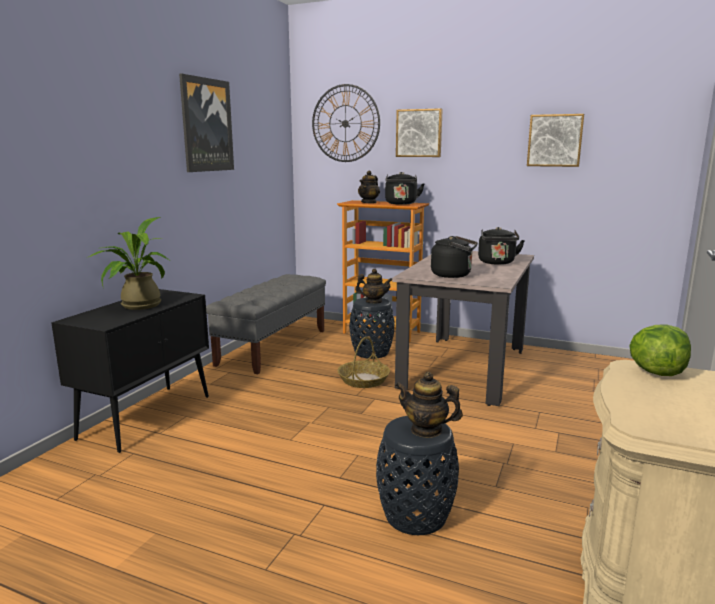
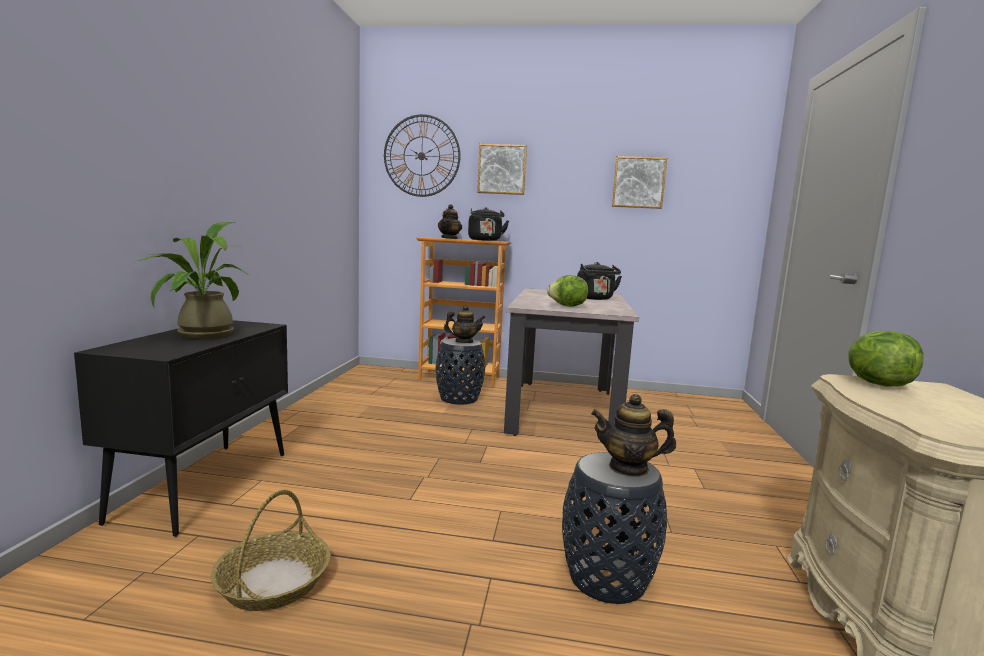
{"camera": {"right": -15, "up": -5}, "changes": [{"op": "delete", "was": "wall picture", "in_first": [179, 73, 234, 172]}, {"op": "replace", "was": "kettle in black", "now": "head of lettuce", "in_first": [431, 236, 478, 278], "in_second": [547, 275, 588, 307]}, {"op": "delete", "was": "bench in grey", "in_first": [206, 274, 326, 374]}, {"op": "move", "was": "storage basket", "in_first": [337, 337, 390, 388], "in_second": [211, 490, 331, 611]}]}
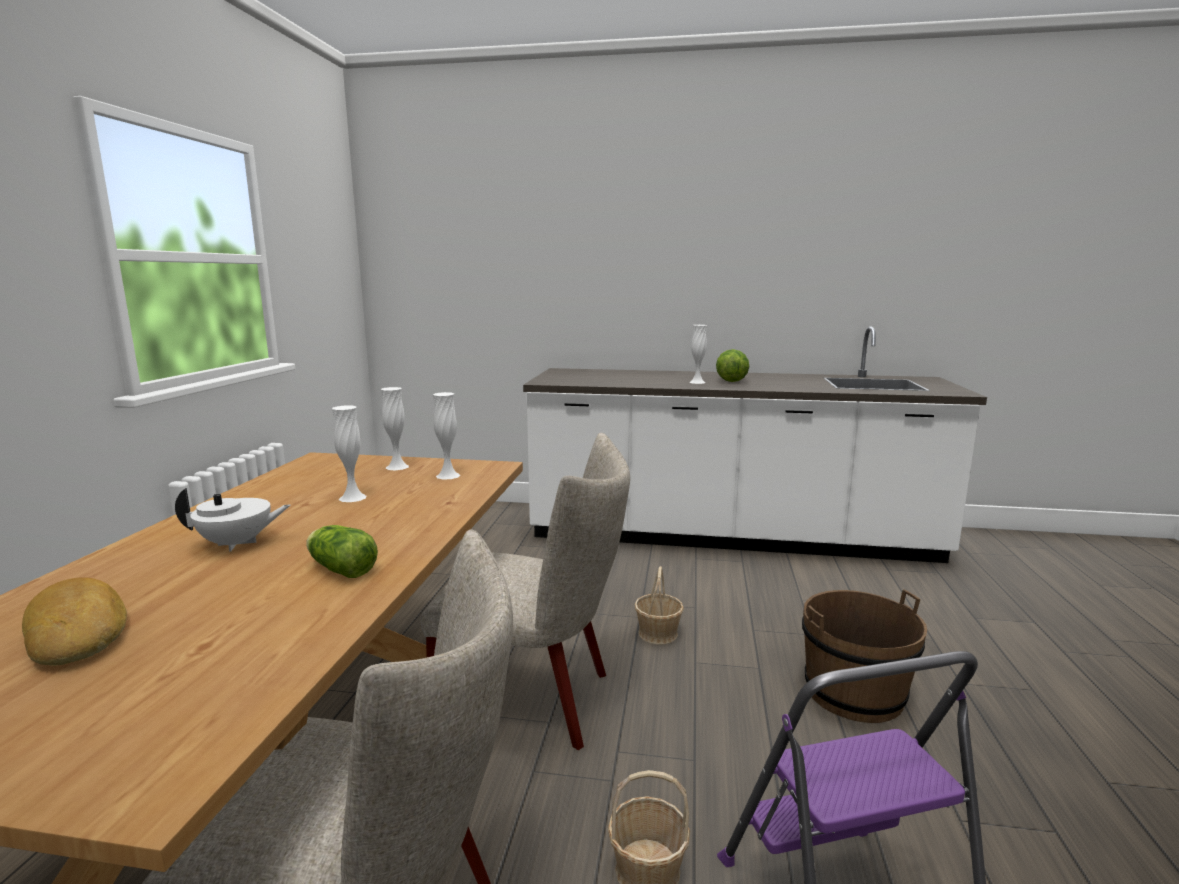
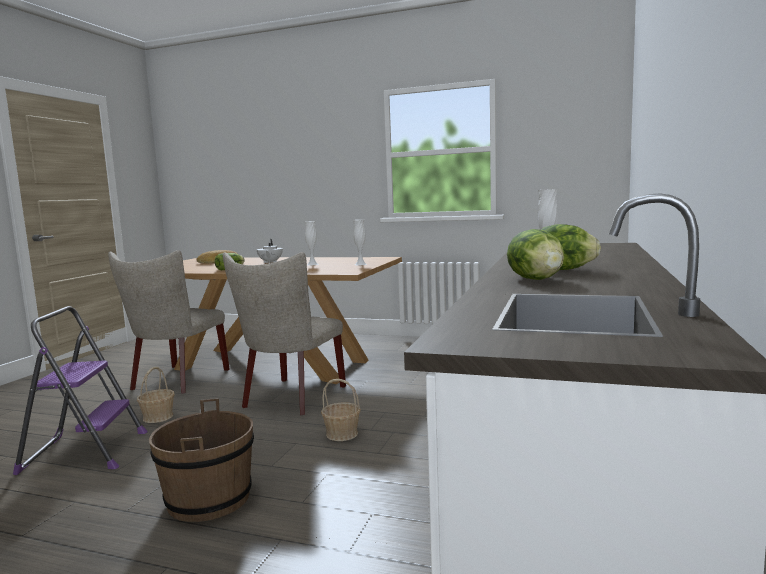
{"camera": {"right": 100, "up": -5}, "changes": [{"op": "delete", "was": "flower vase in white-coloured", "in_first": [433, 392, 461, 480]}, {"op": "insert", "now": "head of lettuce", "in_second": [507, 229, 564, 280]}]}
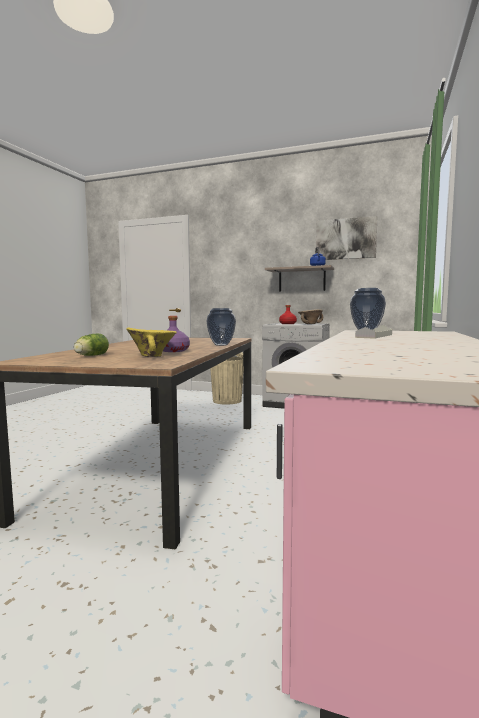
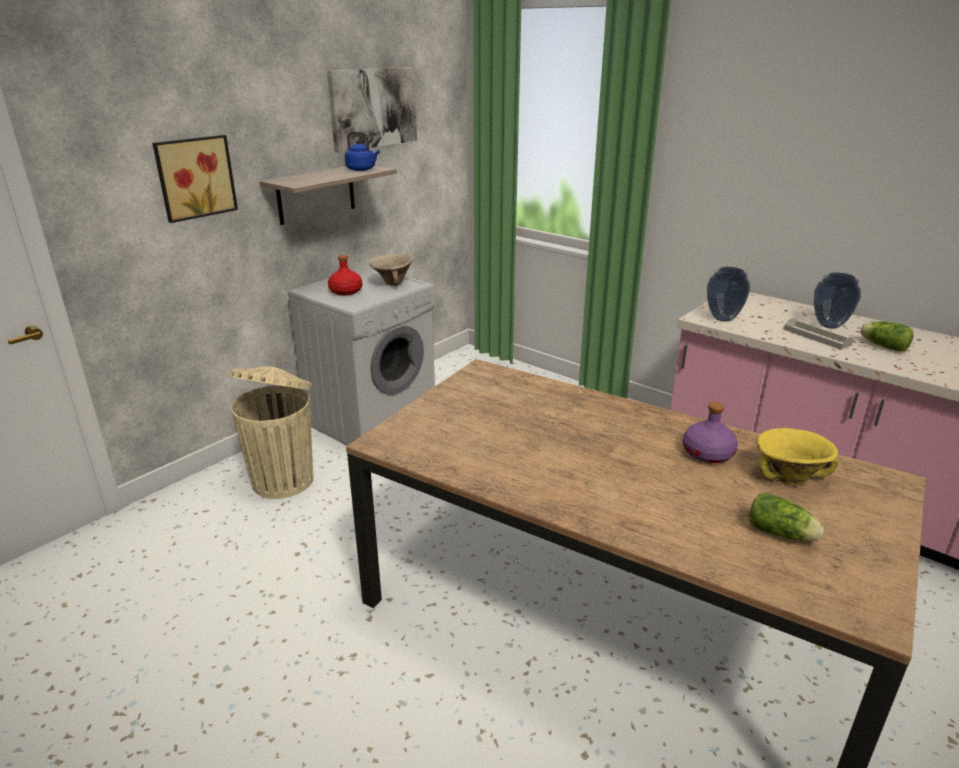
{"camera": {"right": -70, "up": 20}, "changes": [{"op": "move", "was": "flower vase", "in_first": [206, 308, 236, 346], "in_second": [814, 273, 861, 328]}, {"op": "insert", "now": "wall picture", "in_second": [152, 135, 238, 223]}, {"op": "insert", "now": "head of lettuce", "in_second": [860, 321, 913, 352]}]}
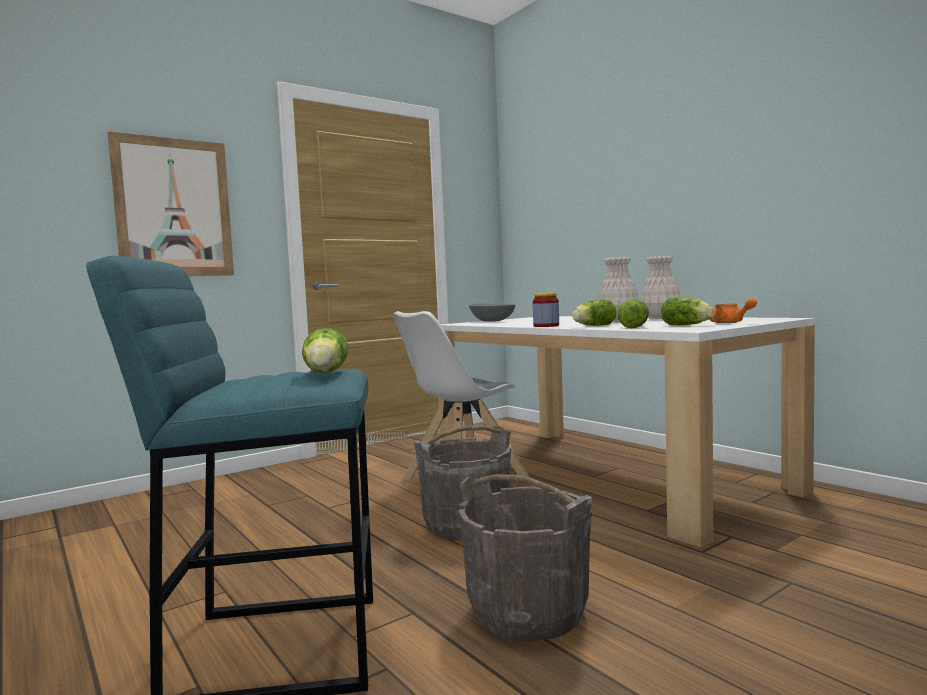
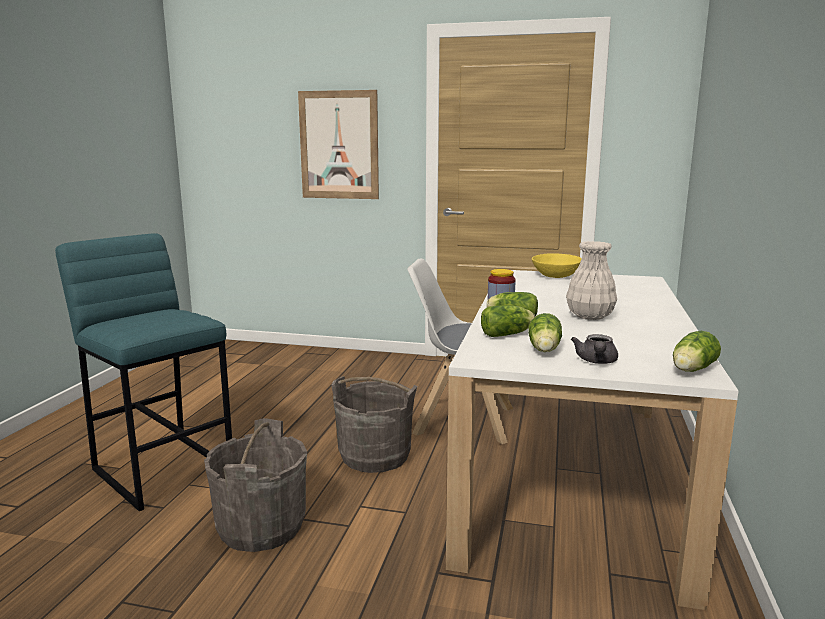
{"camera": {"right": 50, "up": 10}, "changes": [{"op": "delete", "was": "flower vase in white-coloured", "in_first": [640, 256, 681, 319]}, {"op": "recolor", "was": "teapot in orange", "now": "teapot in grey", "in_first": [710, 298, 757, 323], "in_second": [571, 334, 618, 364]}, {"op": "recolor", "was": "bowl in grey", "now": "bowl in yellow", "in_first": [469, 303, 516, 322], "in_second": [532, 253, 582, 278]}, {"op": "move", "was": "head of lettuce", "in_first": [302, 328, 348, 373], "in_second": [673, 331, 721, 372]}]}
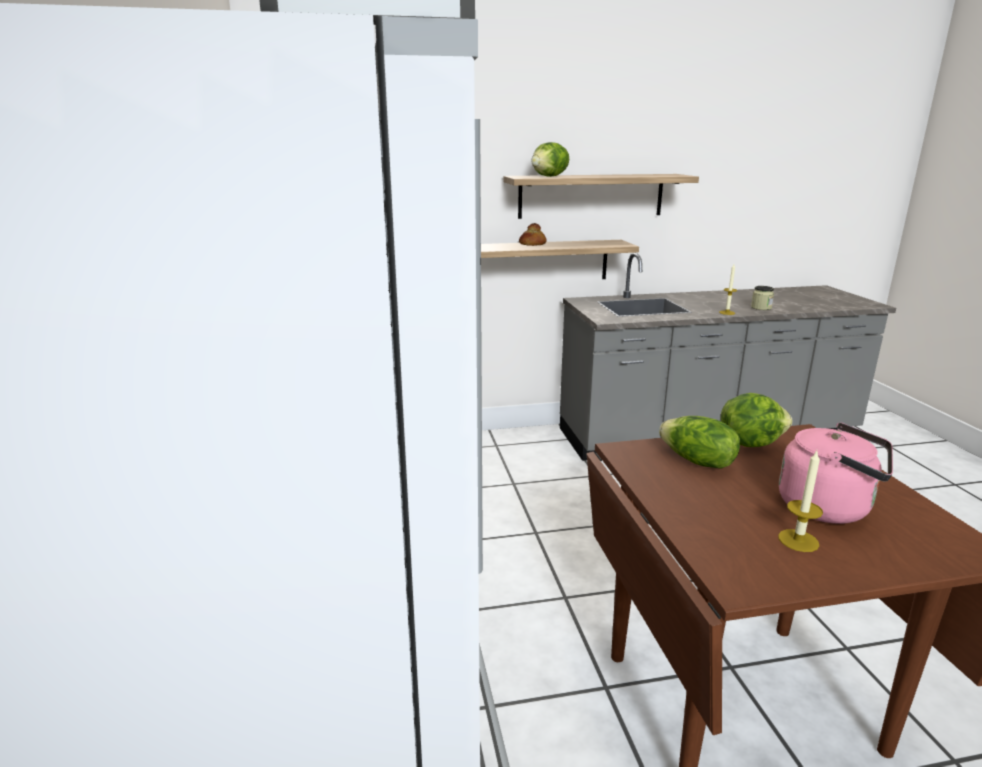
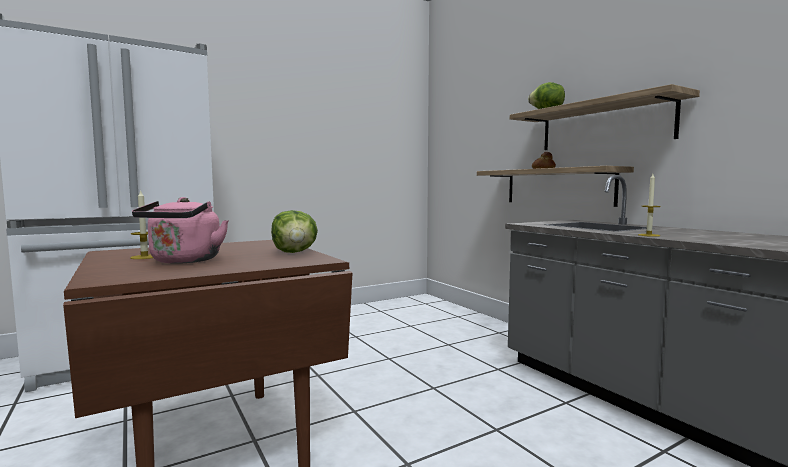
{"camera": {"right": 70, "up": -15}, "changes": [{"op": "delete", "was": "storage jar", "in_first": [751, 286, 774, 310]}, {"op": "delete", "was": "head of lettuce", "in_first": [659, 416, 740, 469]}]}
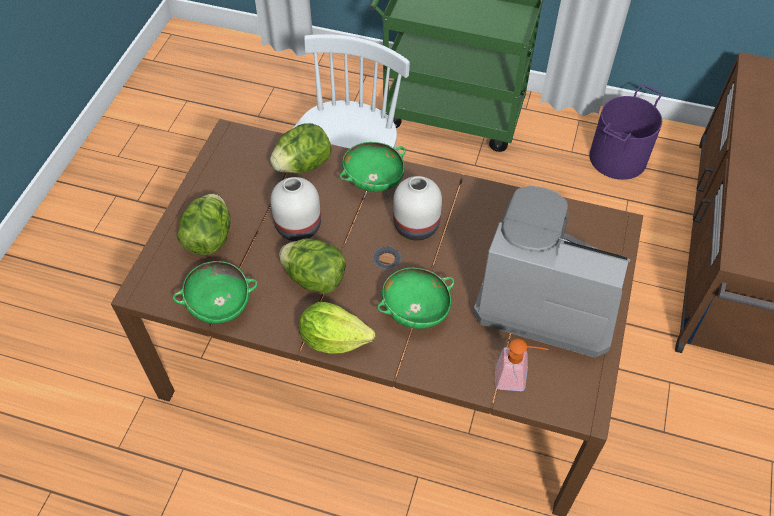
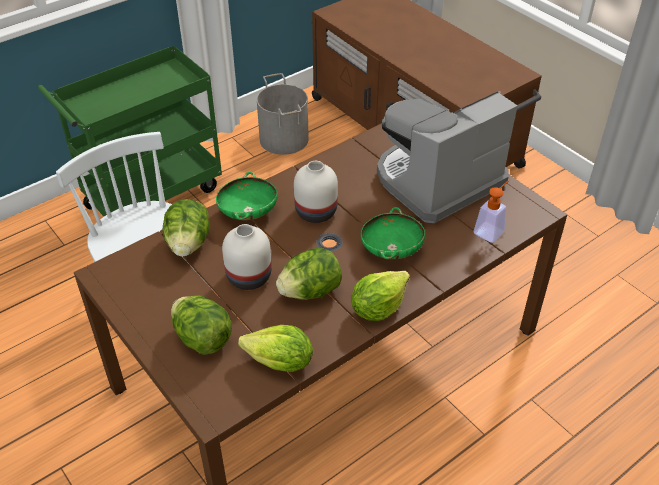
{"camera": {"right": -55, "up": -10}, "changes": [{"op": "recolor", "was": "pail in purple-coloured", "now": "pail in grey", "in_first": [589, 84, 663, 180], "in_second": [257, 73, 309, 155]}, {"op": "replace", "was": "bowl in greenish", "now": "head of lettuce", "in_first": [173, 261, 258, 324], "in_second": [238, 325, 313, 372]}]}
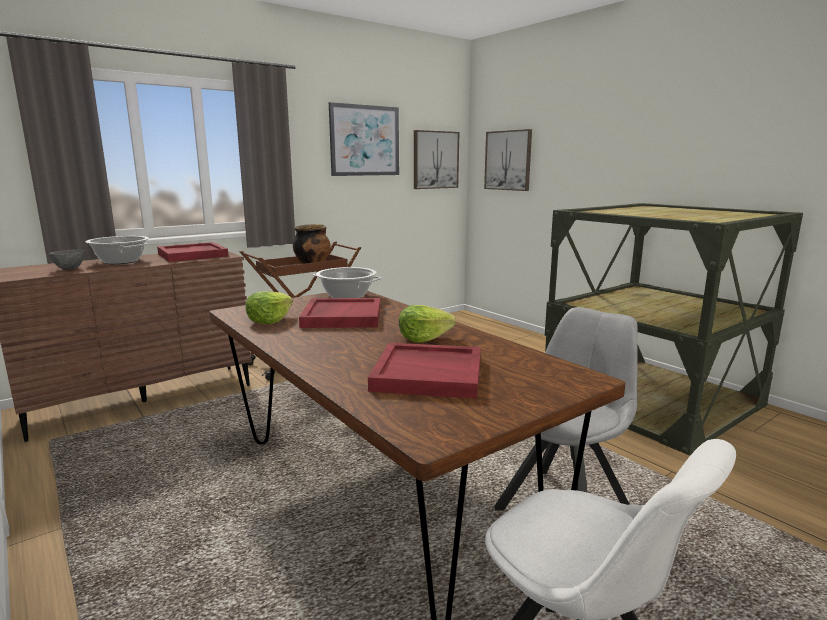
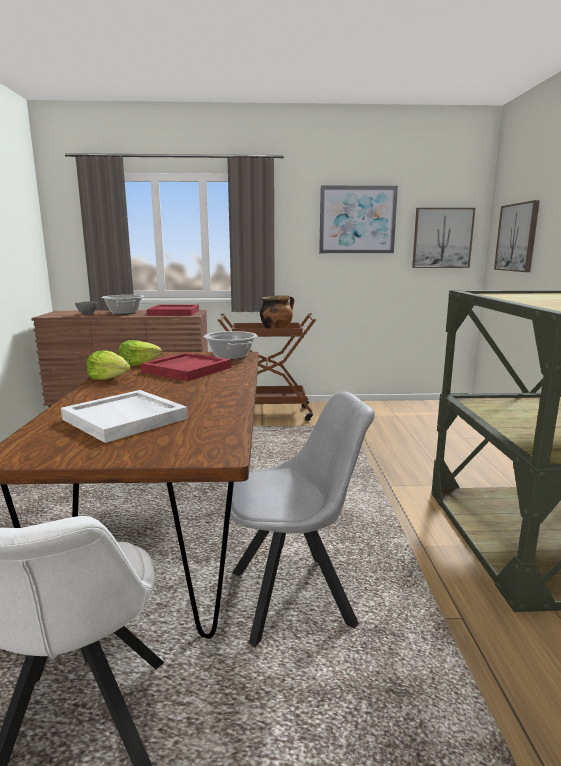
{"camera": {"right": 35, "up": 0}, "changes": [{"op": "move", "was": "head of lettuce", "in_first": [399, 305, 456, 342], "in_second": [87, 350, 130, 380]}, {"op": "recolor", "was": "tray in red", "now": "tray in white-coloured", "in_first": [368, 343, 481, 399], "in_second": [61, 390, 188, 443]}]}
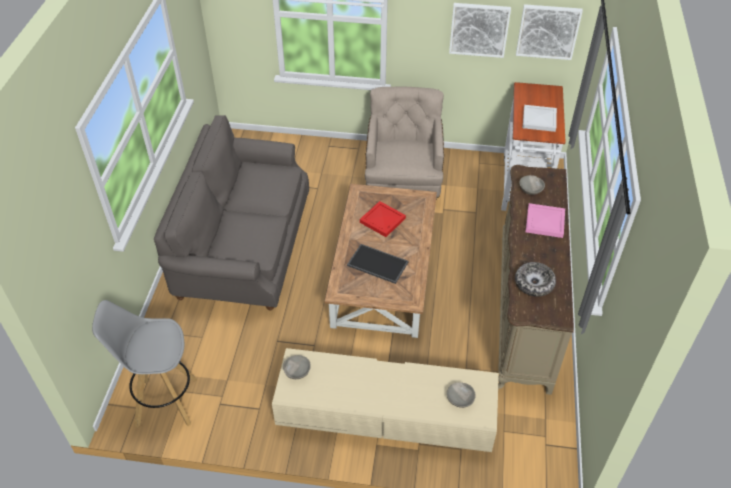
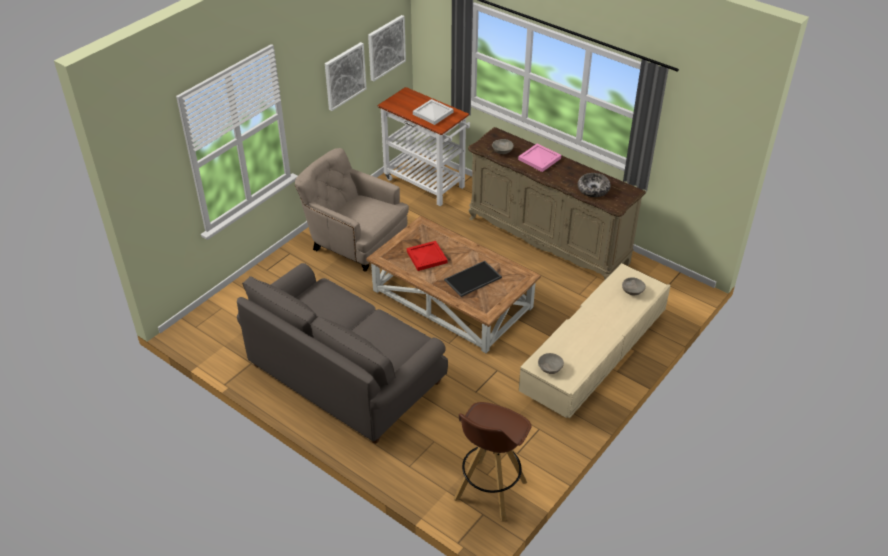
{"camera": {"right": -60, "up": -5}, "changes": [{"op": "recolor", "was": "stool seat in grey", "now": "stool seat in brown-coloured", "in_first": [92, 300, 197, 428], "in_second": [454, 402, 532, 522]}]}
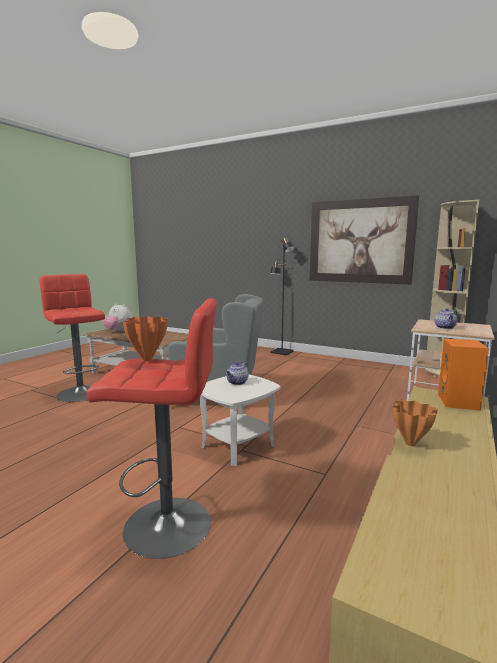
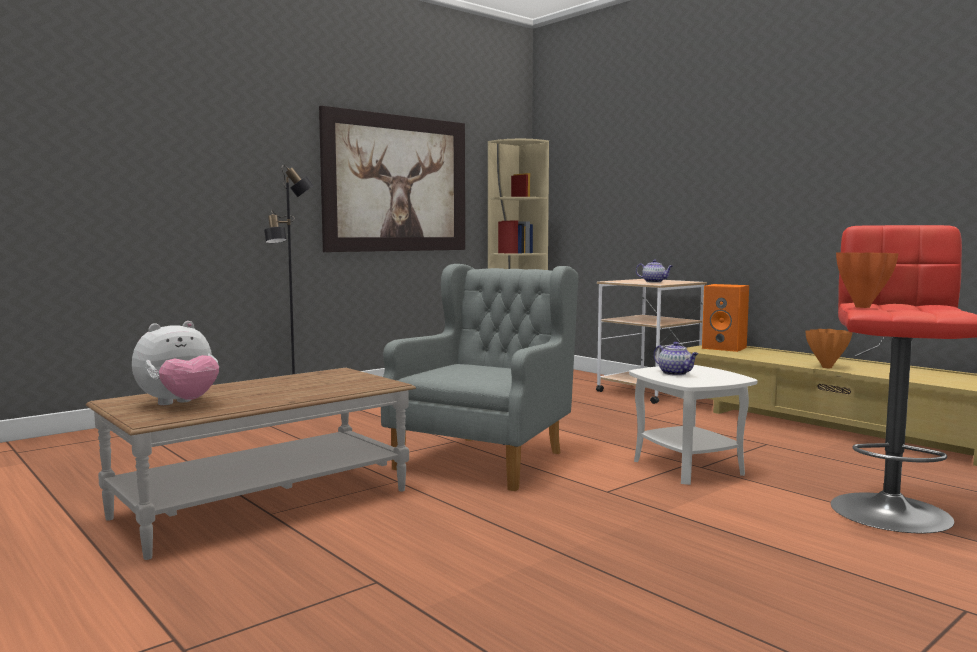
{"camera": {"right": -70, "up": -5}, "changes": [{"op": "delete", "was": "stool seat in red", "in_first": [40, 274, 105, 402]}]}
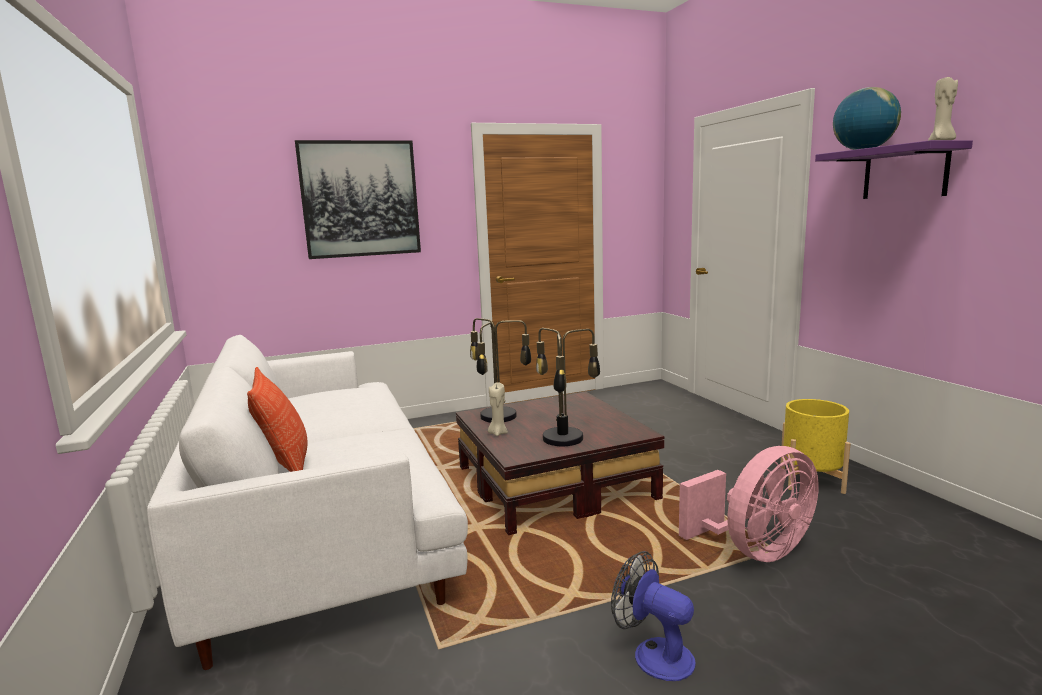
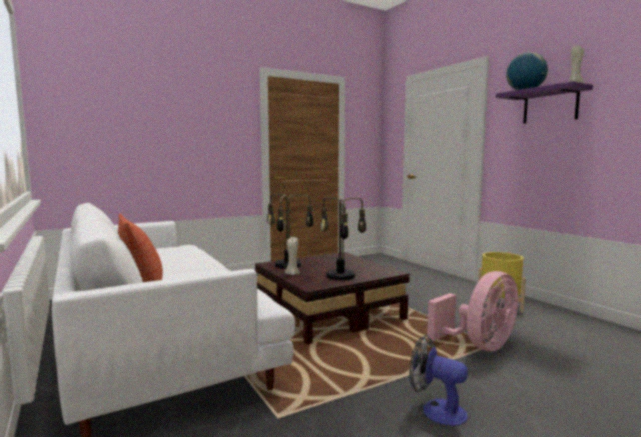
{"camera": {"right": -10, "up": -5}, "changes": [{"op": "delete", "was": "wall picture", "in_first": [295, 140, 421, 259]}]}
